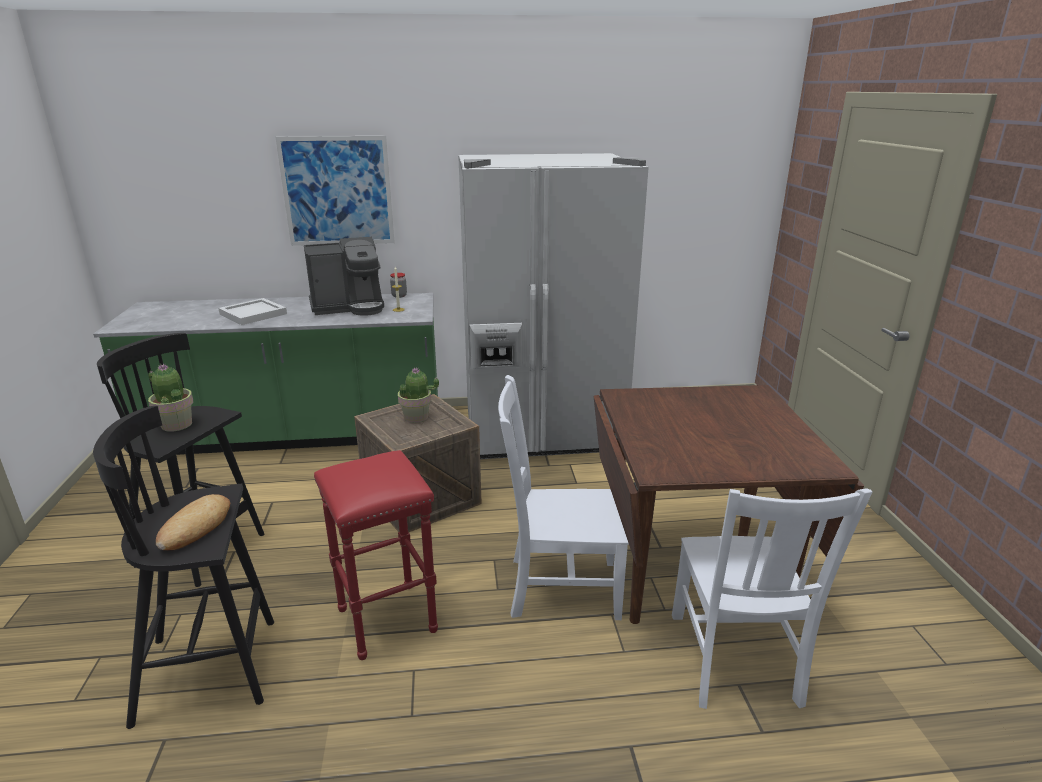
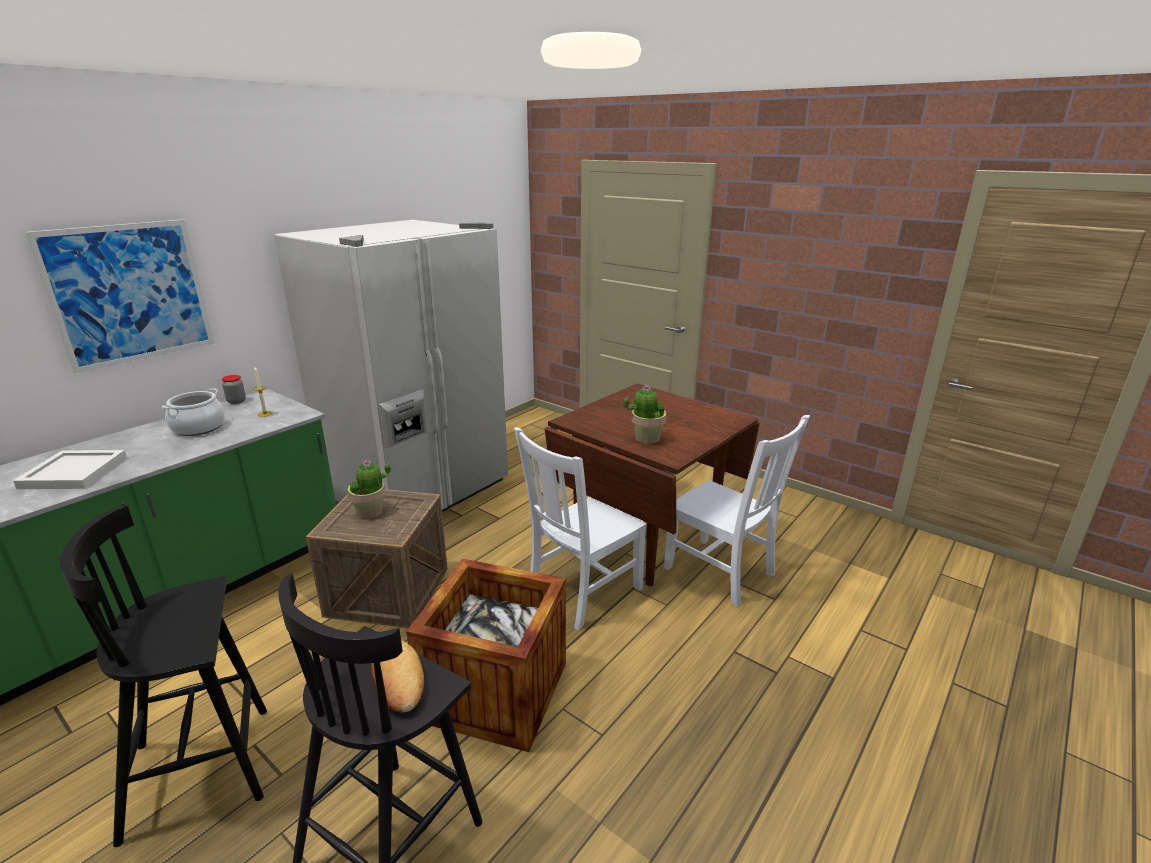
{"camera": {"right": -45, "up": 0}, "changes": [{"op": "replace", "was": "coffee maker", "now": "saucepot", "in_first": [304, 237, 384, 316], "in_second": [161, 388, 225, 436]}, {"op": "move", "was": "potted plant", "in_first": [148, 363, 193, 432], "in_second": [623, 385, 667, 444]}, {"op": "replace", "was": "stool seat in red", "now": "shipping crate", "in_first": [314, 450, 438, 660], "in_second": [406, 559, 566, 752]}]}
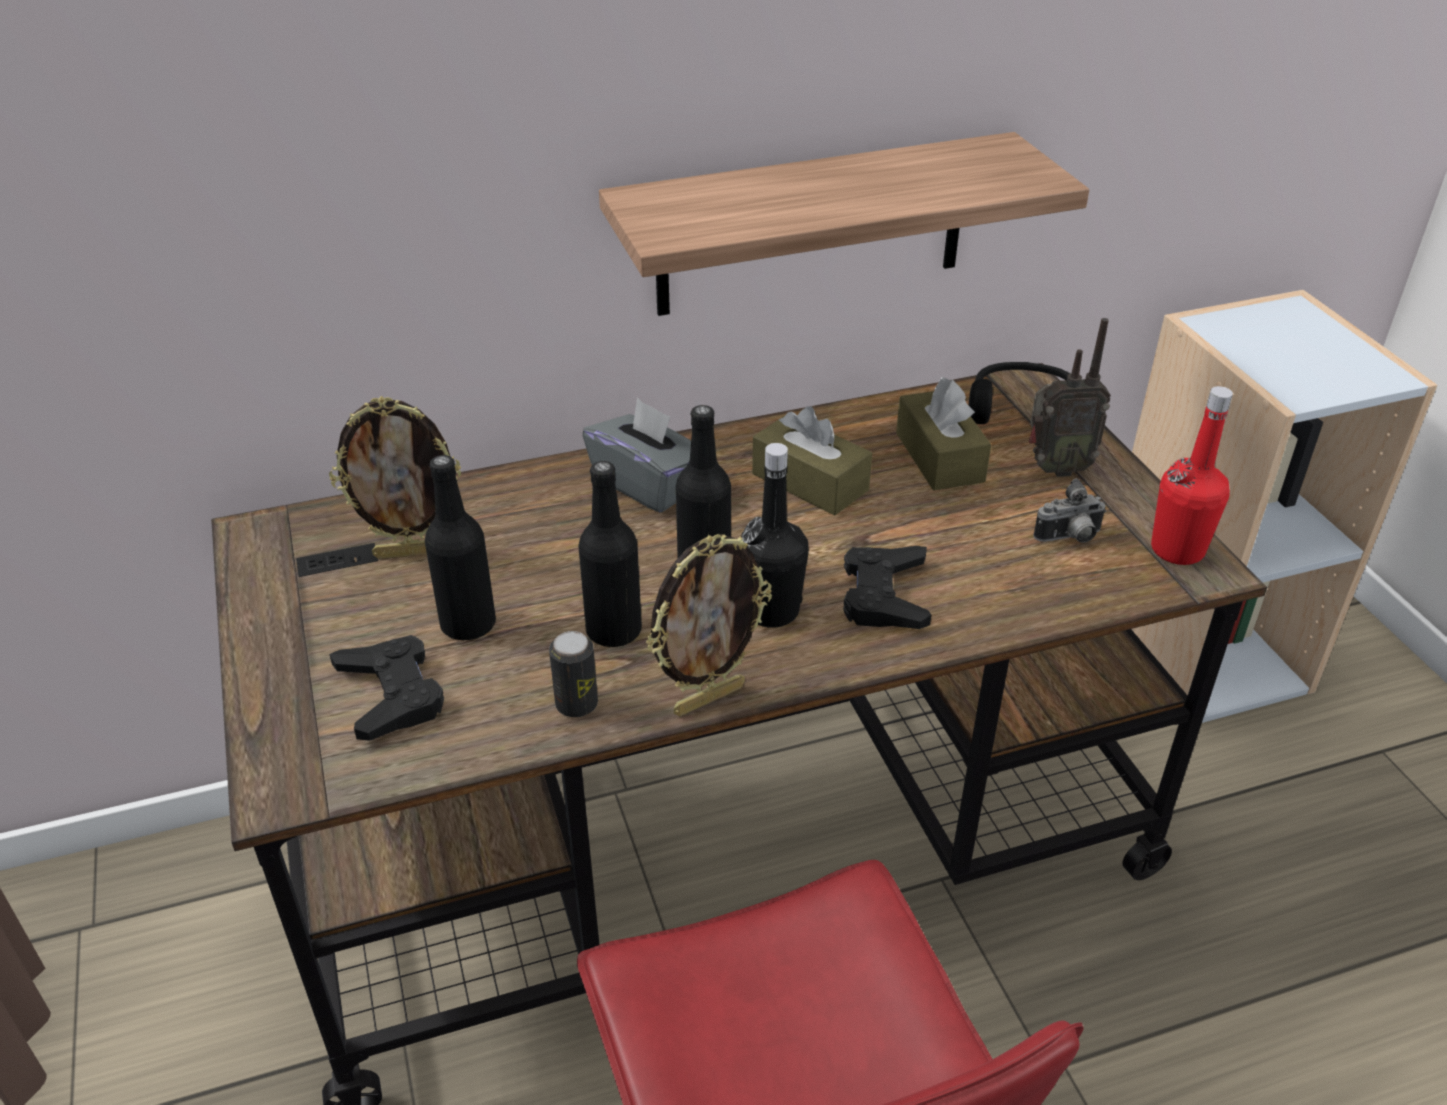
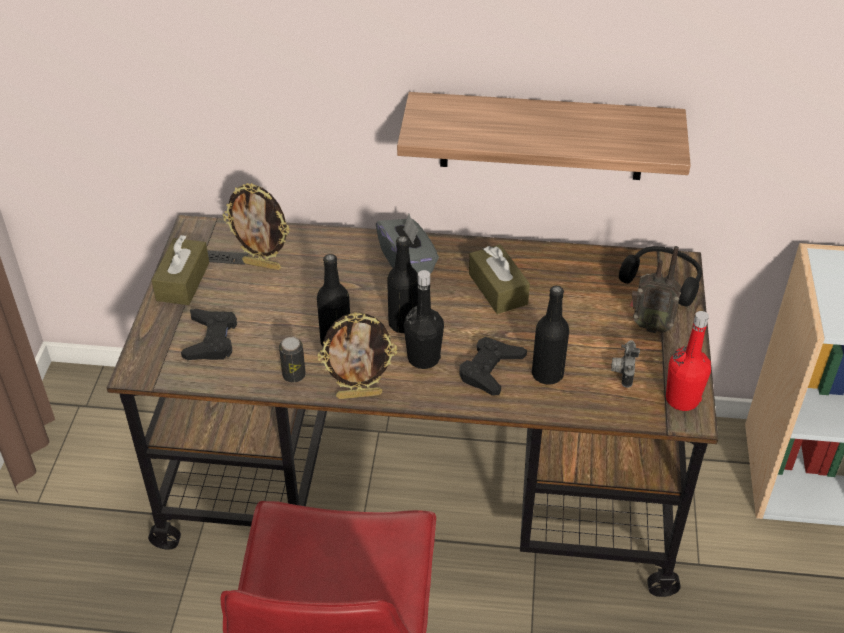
{"camera": {"right": 25, "up": 5}, "changes": [{"op": "move", "was": "tissue box in brown-coloured", "in_first": [896, 377, 991, 490], "in_second": [152, 235, 209, 305]}, {"op": "move", "was": "bottle in black", "in_first": [425, 455, 496, 640], "in_second": [532, 286, 569, 385]}, {"op": "rotate", "was": "photo camera", "in_first": [1033, 478, 1107, 543], "in_second": [611, 340, 640, 388], "clockwise": 90}]}
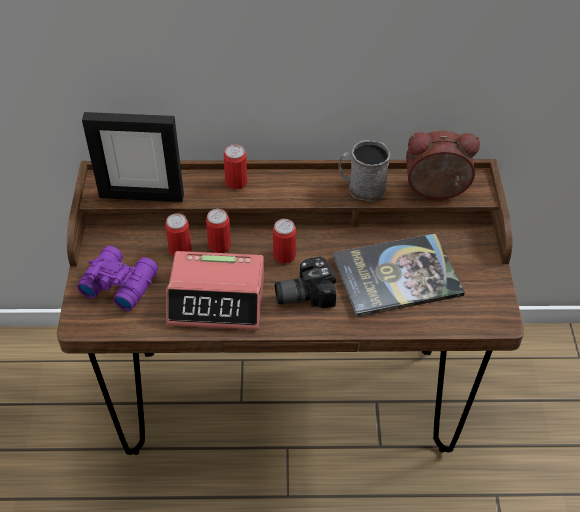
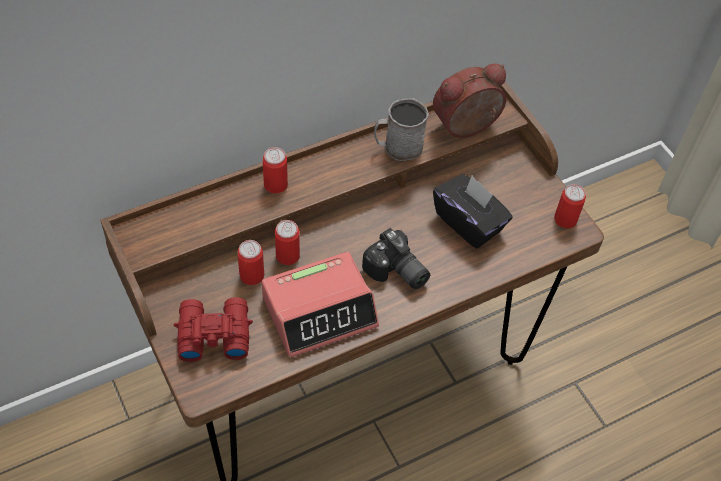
{"camera": {"right": -30, "up": 5}, "changes": [{"op": "delete", "was": "picture frame", "in_first": [82, 112, 184, 202]}, {"op": "move", "was": "sealed can", "in_first": [273, 219, 296, 263], "in_second": [554, 184, 586, 228]}, {"op": "replace", "was": "bound book", "now": "tissue box in black", "in_first": [333, 233, 465, 317], "in_second": [433, 174, 513, 248]}, {"op": "recolor", "was": "field glasses in purple-coloured", "now": "field glasses in red", "in_first": [77, 246, 158, 311], "in_second": [174, 297, 253, 362]}, {"op": "rotate", "was": "photo camera", "in_first": [275, 256, 336, 308], "in_second": [362, 228, 430, 289], "clockwise": -90}]}
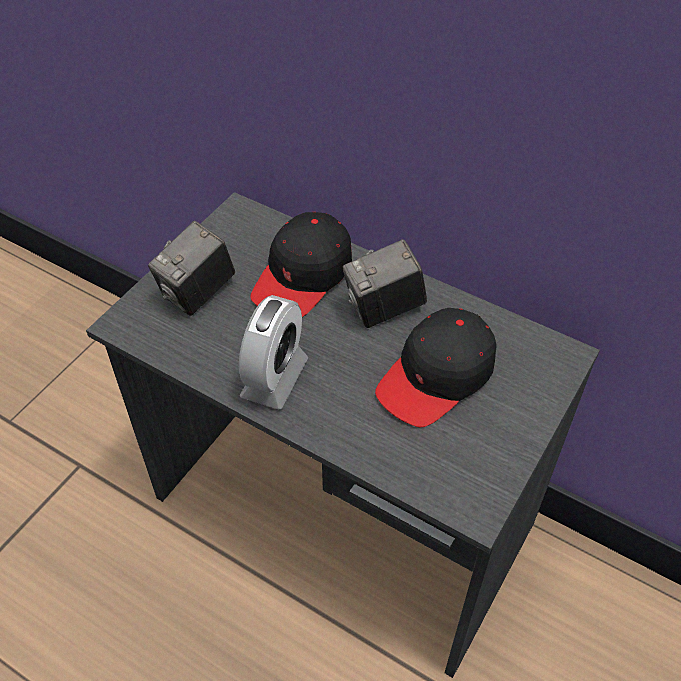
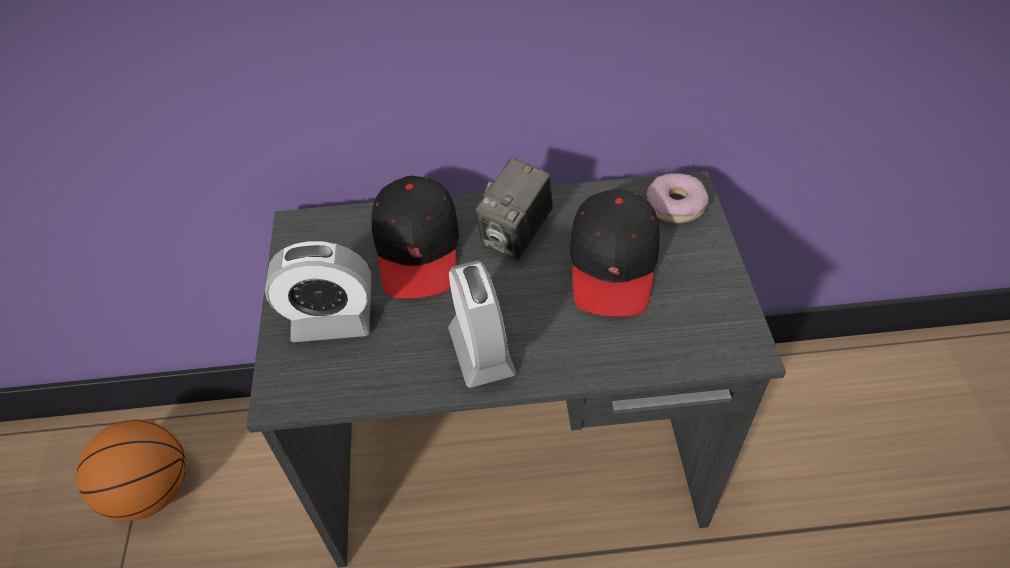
{"camera": {"right": -35, "up": 0}, "changes": [{"op": "replace", "was": "photo camera", "now": "alarm clock", "in_first": [148, 221, 235, 316], "in_second": [265, 241, 371, 342]}, {"op": "insert", "now": "ring doughnut", "in_second": [646, 173, 709, 223]}, {"op": "insert", "now": "ball for basketball", "in_second": [77, 420, 186, 521]}]}
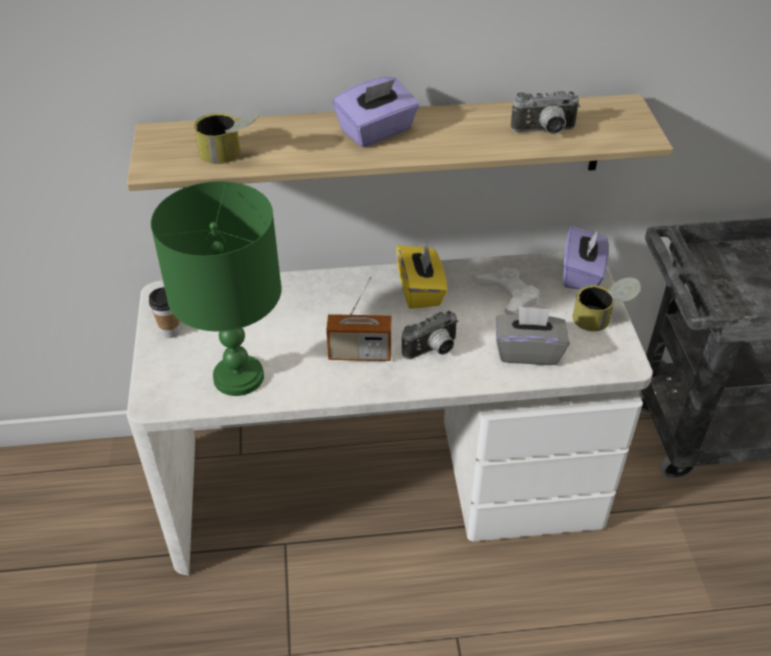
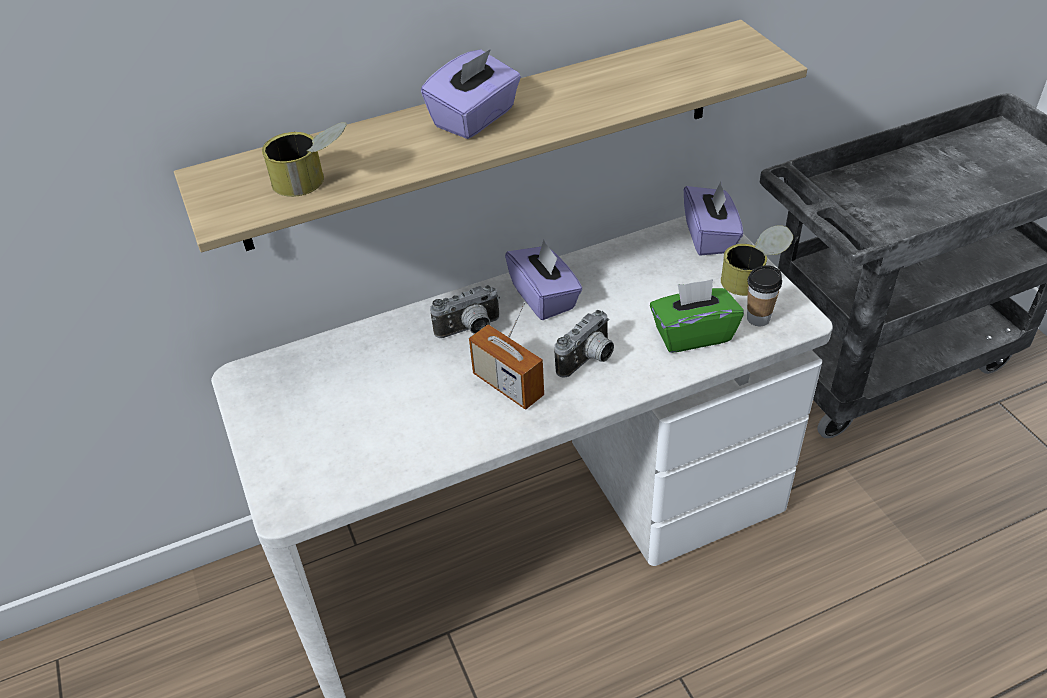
{"camera": {"right": -15, "up": 0}, "changes": [{"op": "move", "was": "photo camera", "in_first": [510, 91, 580, 134], "in_second": [430, 285, 500, 338]}, {"op": "delete", "was": "table lamp in greenish", "in_first": [151, 181, 282, 396]}, {"op": "recolor", "was": "tissue box in yellow", "now": "tissue box in purple-coloured", "in_first": [396, 242, 448, 309], "in_second": [505, 239, 583, 320]}, {"op": "delete", "was": "game controller in white-coloured", "in_first": [475, 266, 540, 315]}, {"op": "rotate", "was": "radio receiver", "in_first": [326, 277, 391, 361], "in_second": [469, 302, 544, 410], "clockwise": 60}, {"op": "move", "was": "drinking cup", "in_first": [149, 287, 181, 338], "in_second": [747, 265, 782, 326]}, {"op": "recolor", "was": "tissue box in grey", "now": "tissue box in greenish", "in_first": [496, 306, 570, 365], "in_second": [650, 279, 744, 353]}]}
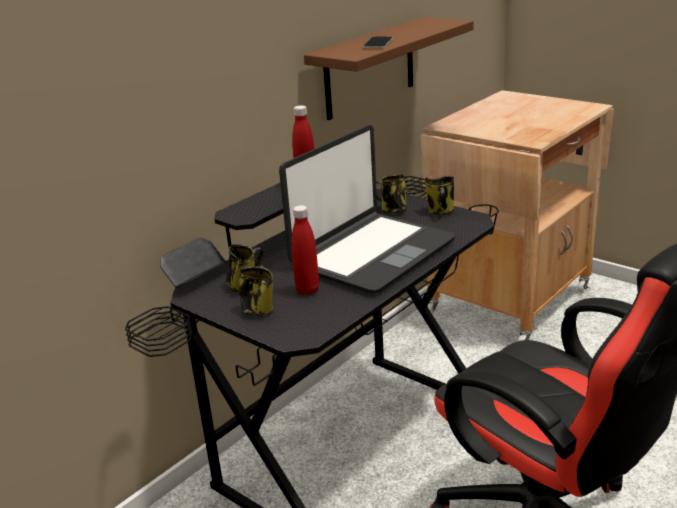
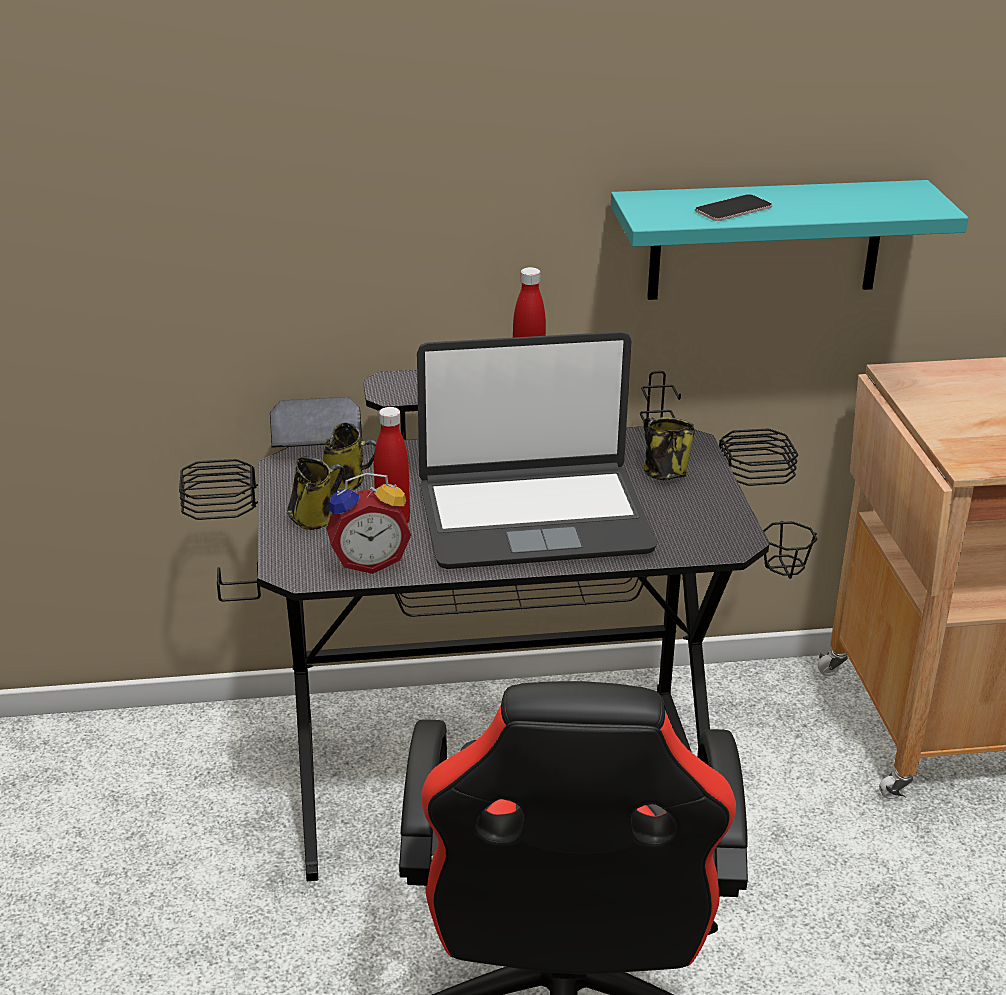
{"camera": {"right": 40, "up": 5}, "changes": [{"op": "recolor", "was": "bracket shelf in brown-coloured", "now": "bracket shelf in blue-green", "in_first": [304, 17, 474, 120], "in_second": [611, 180, 968, 300]}, {"op": "delete", "was": "coffee mug", "in_first": [424, 176, 454, 215]}, {"op": "insert", "now": "alarm clock", "in_second": [326, 473, 411, 574]}]}
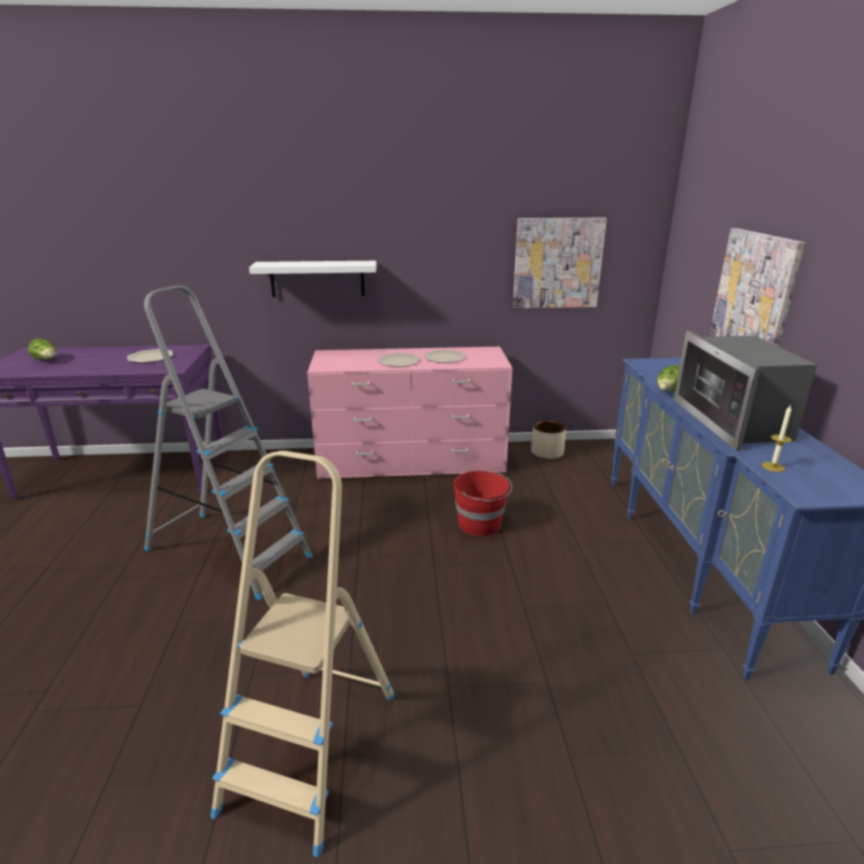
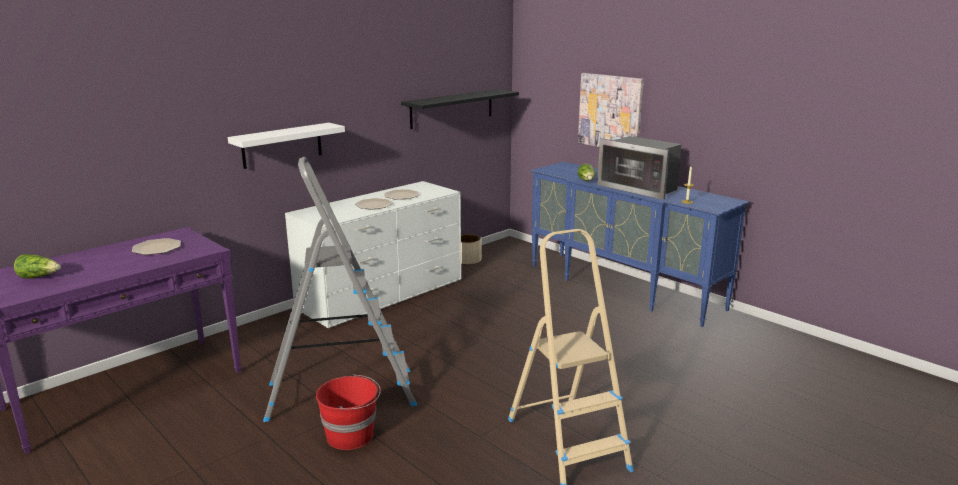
{"camera": {"right": -40, "up": -5}, "changes": [{"op": "replace", "was": "wall picture", "now": "bracket shelf in black", "in_first": [513, 218, 607, 308], "in_second": [401, 89, 519, 129]}, {"op": "recolor", "was": "chest of drawers in pink-coloured", "now": "chest of drawers in white-coloured", "in_first": [307, 347, 513, 479], "in_second": [285, 181, 461, 328]}, {"op": "move", "was": "pail in red", "in_first": [453, 471, 512, 536], "in_second": [316, 374, 381, 450]}]}
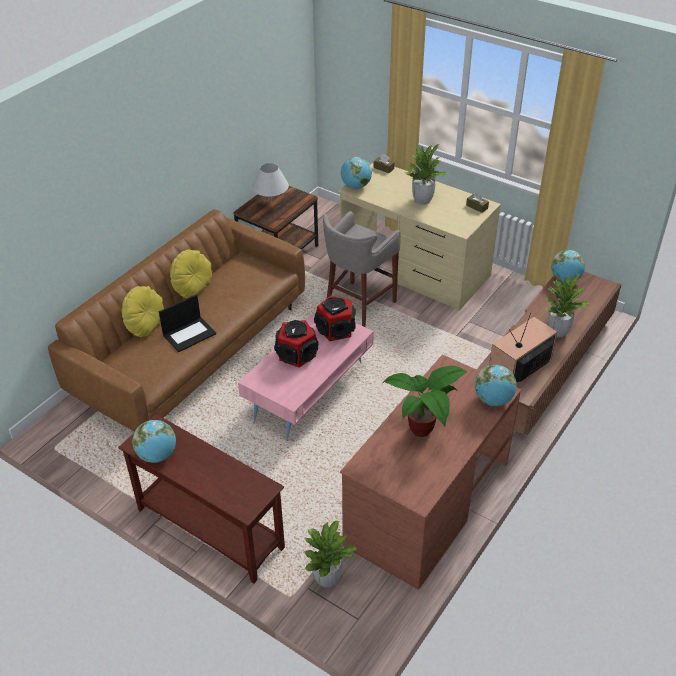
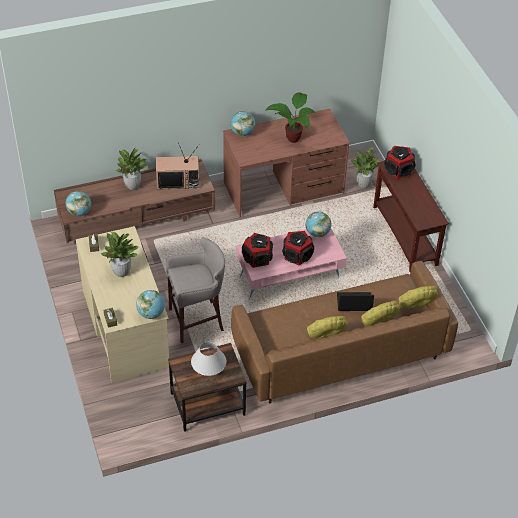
{"camera": {"right": -145, "up": 5}, "changes": [{"op": "move", "was": "globe", "in_first": [132, 420, 176, 463], "in_second": [305, 211, 332, 237]}, {"op": "insert", "now": "speaker", "in_second": [384, 146, 416, 179]}, {"op": "insert", "now": "cushion in yellow", "in_second": [399, 286, 438, 308]}]}
